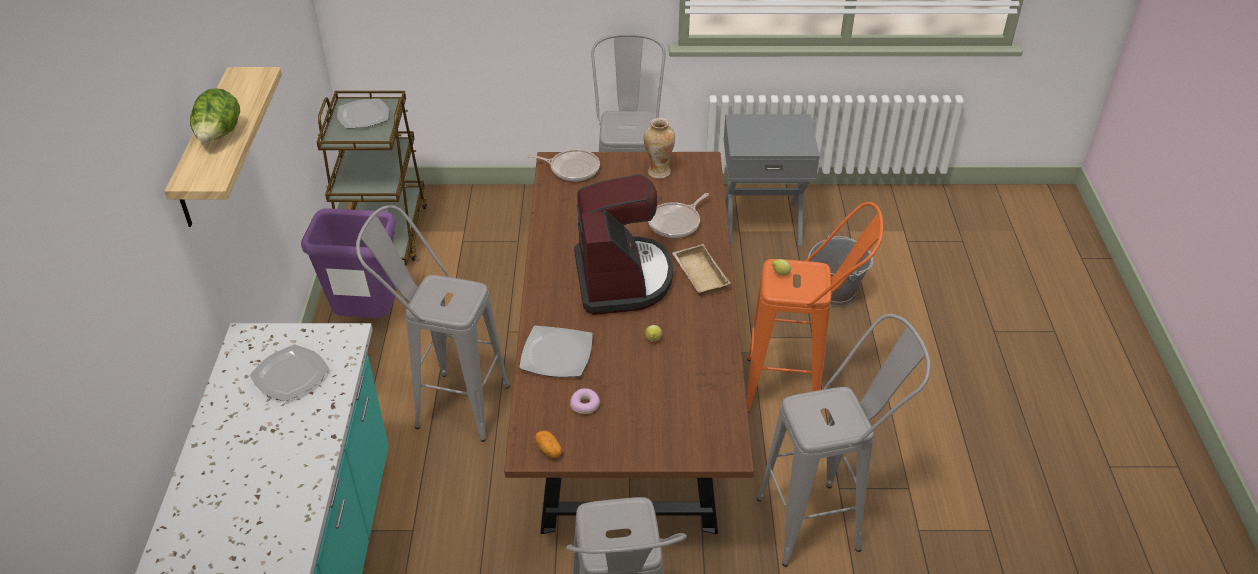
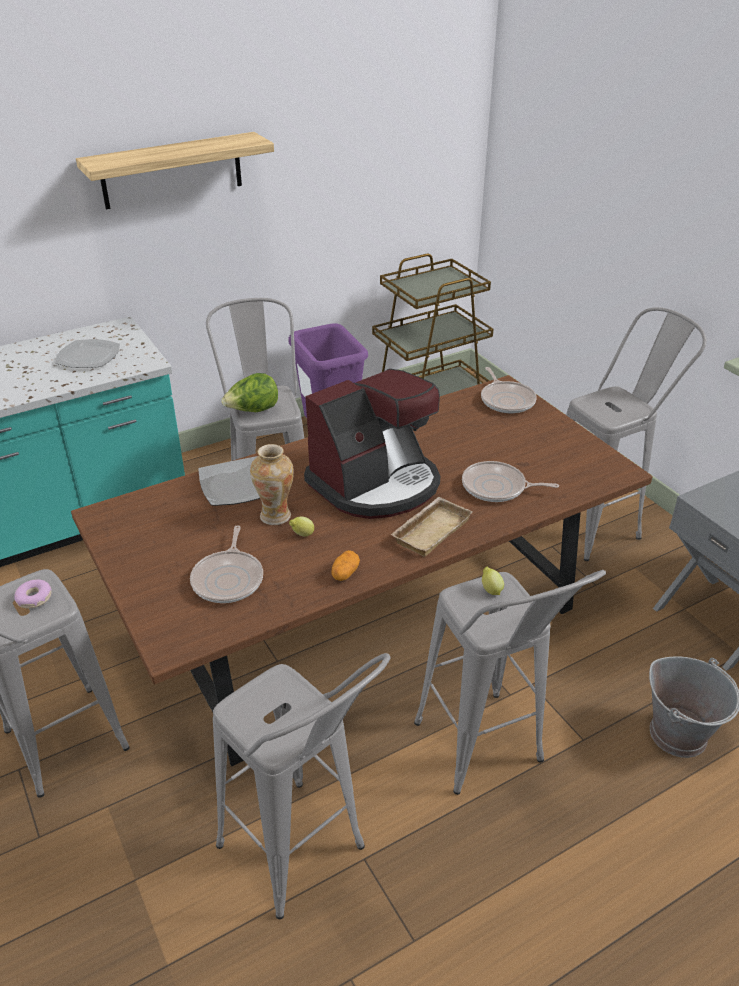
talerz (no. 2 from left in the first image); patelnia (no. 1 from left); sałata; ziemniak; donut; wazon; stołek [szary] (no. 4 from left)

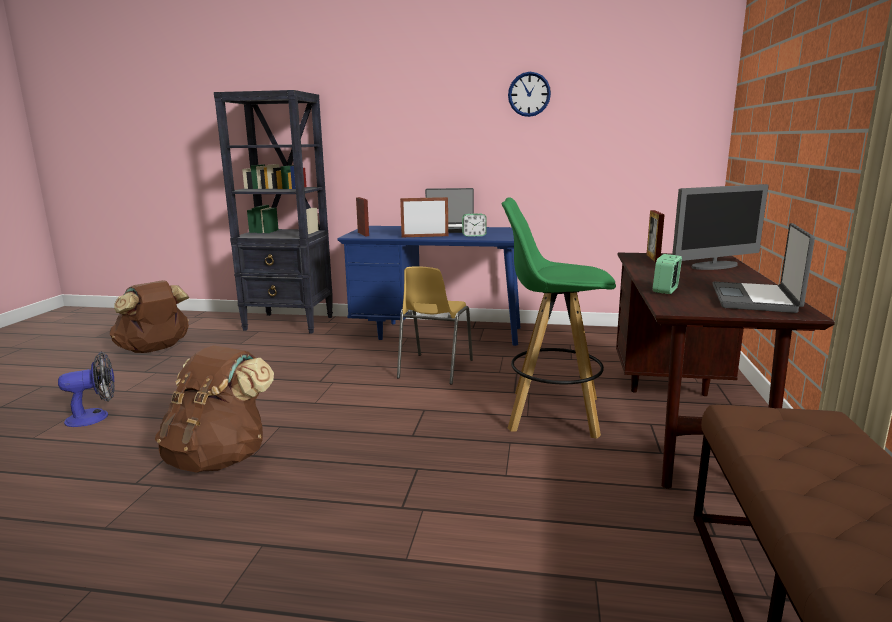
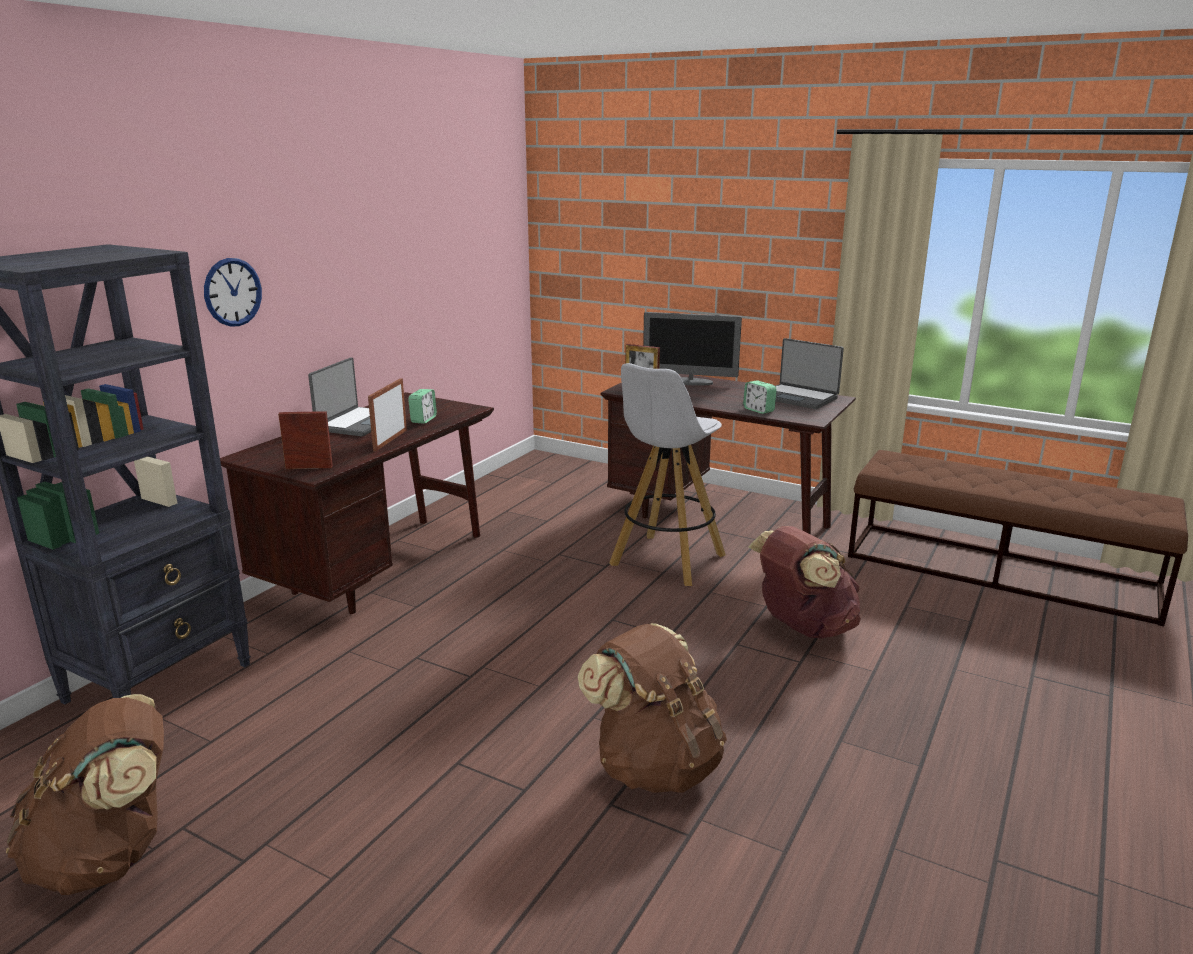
wentylator; krzesło [żółty]; plecak [brązowy] (no. 3 from left); zegar ścienny; biurko [brązowy] (no. 1 from left); stołek [biały]; monitor

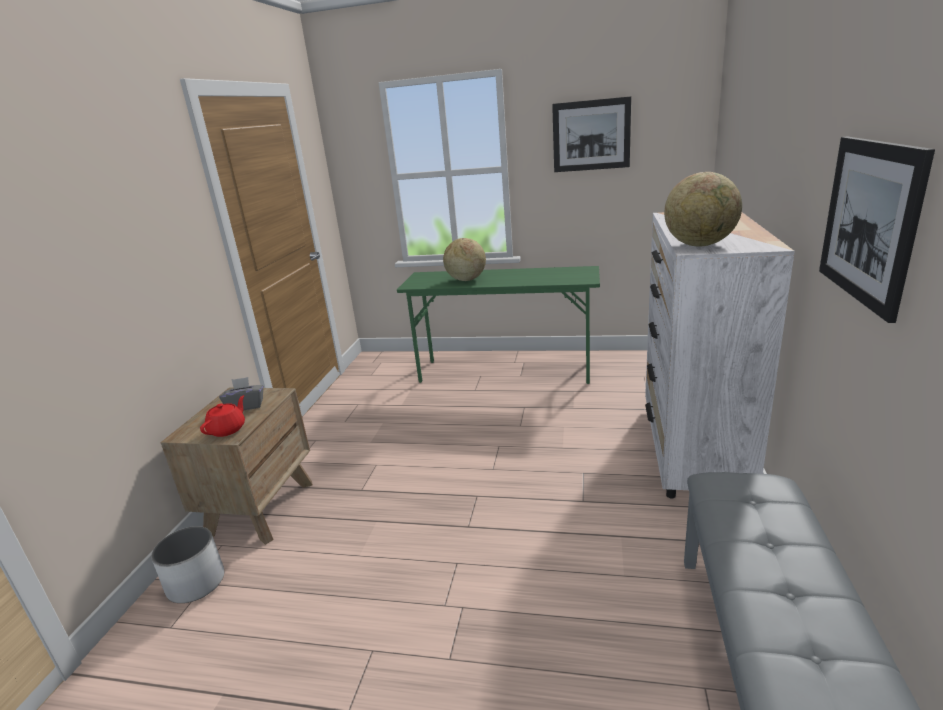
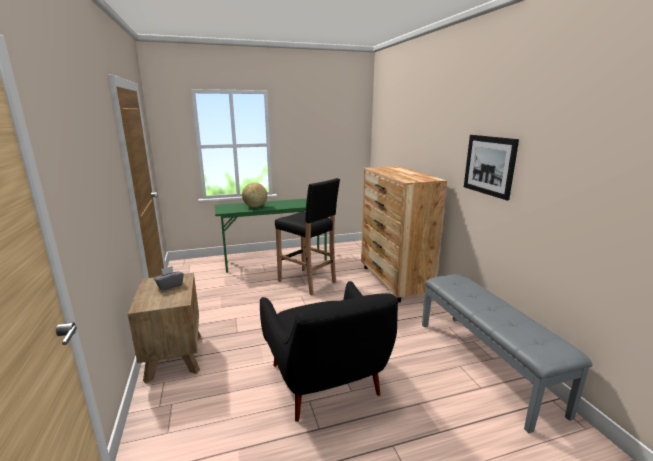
donica [biały]; imbryk [czerwony]; obraz (no. 1 from left in the first image); globus (no. 2 from left in the first image); fotel [czarny]; stołek [czarny]; komoda [brązowy]

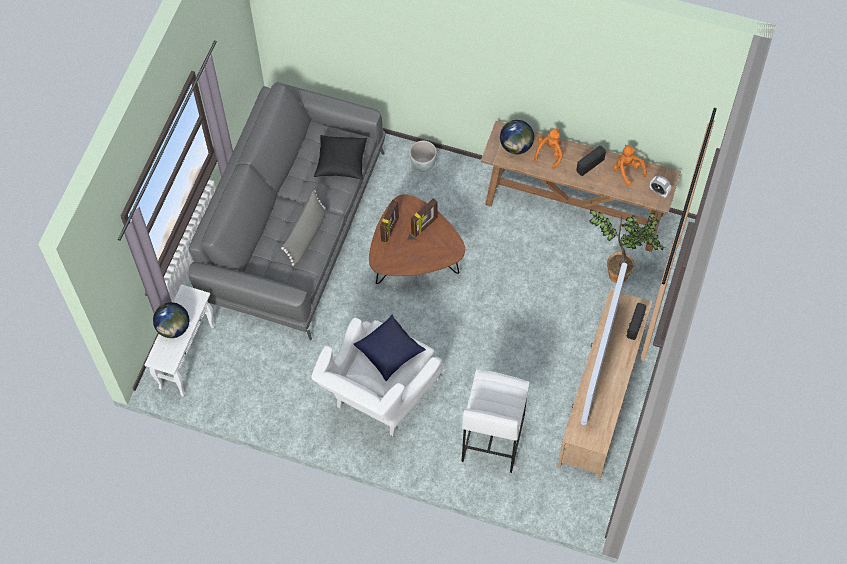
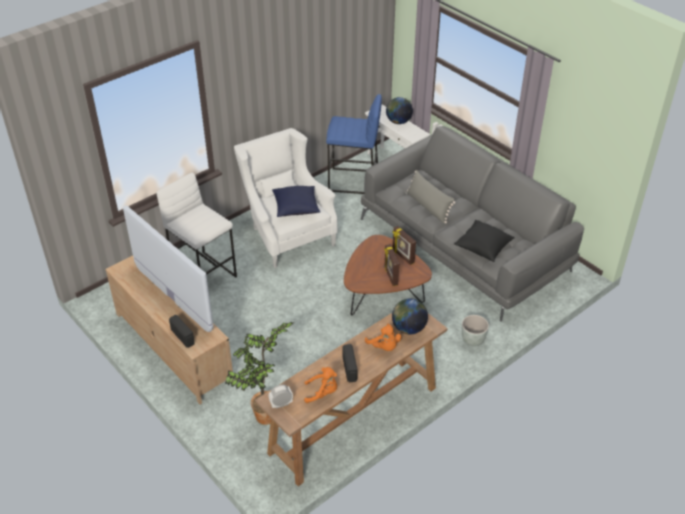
stołek [niebieski]

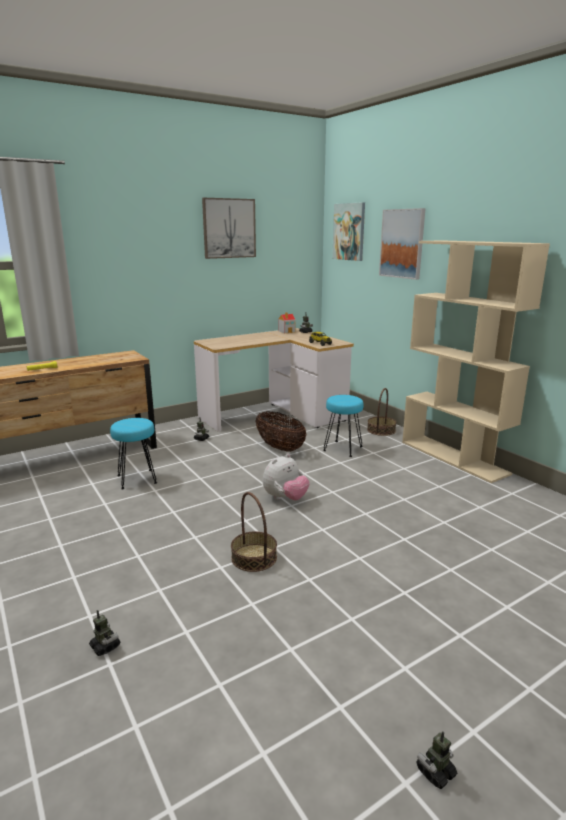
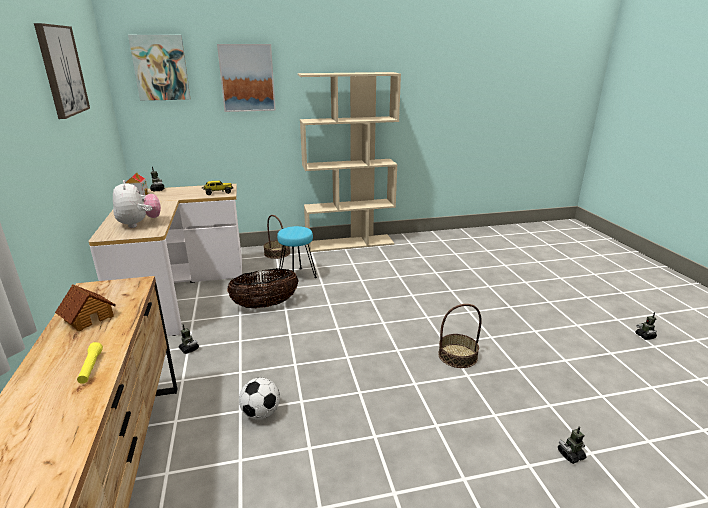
domek (no. 1 from left); pluszak; piłka futbolowa

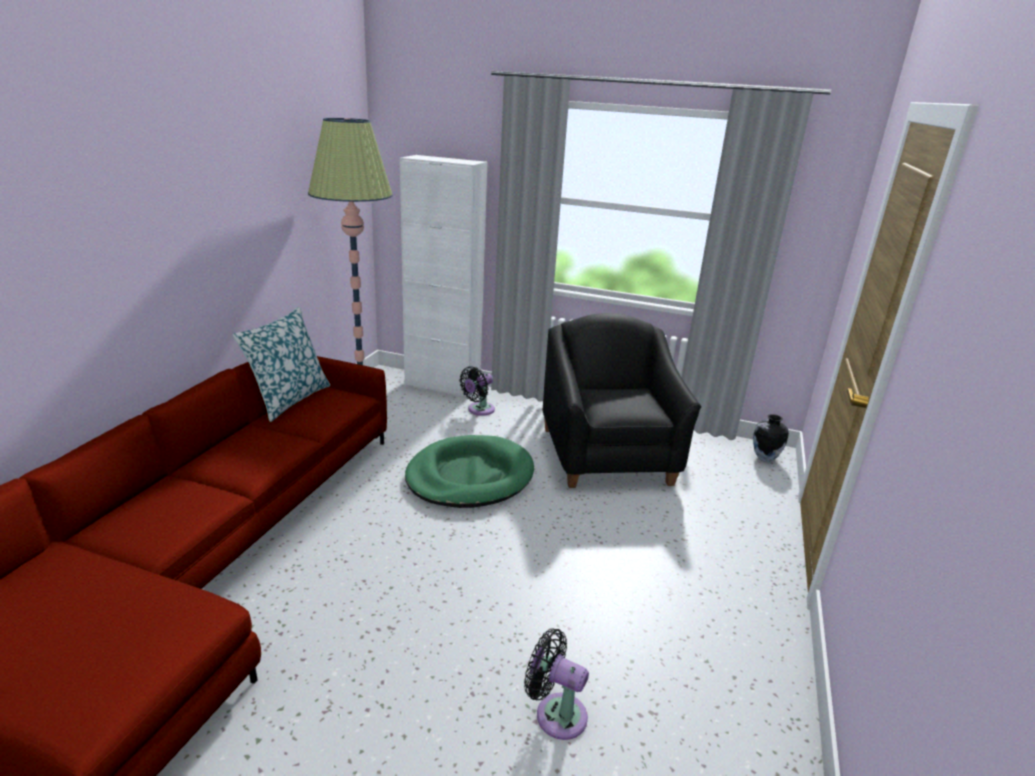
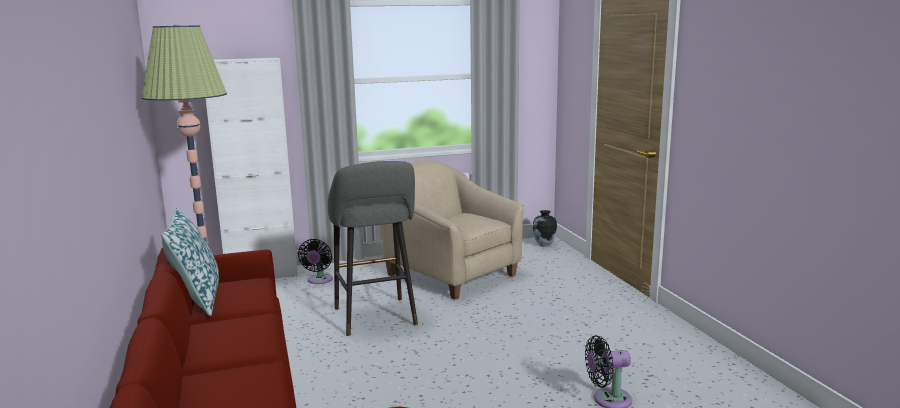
stołek [szary]; fotel [beżowy]

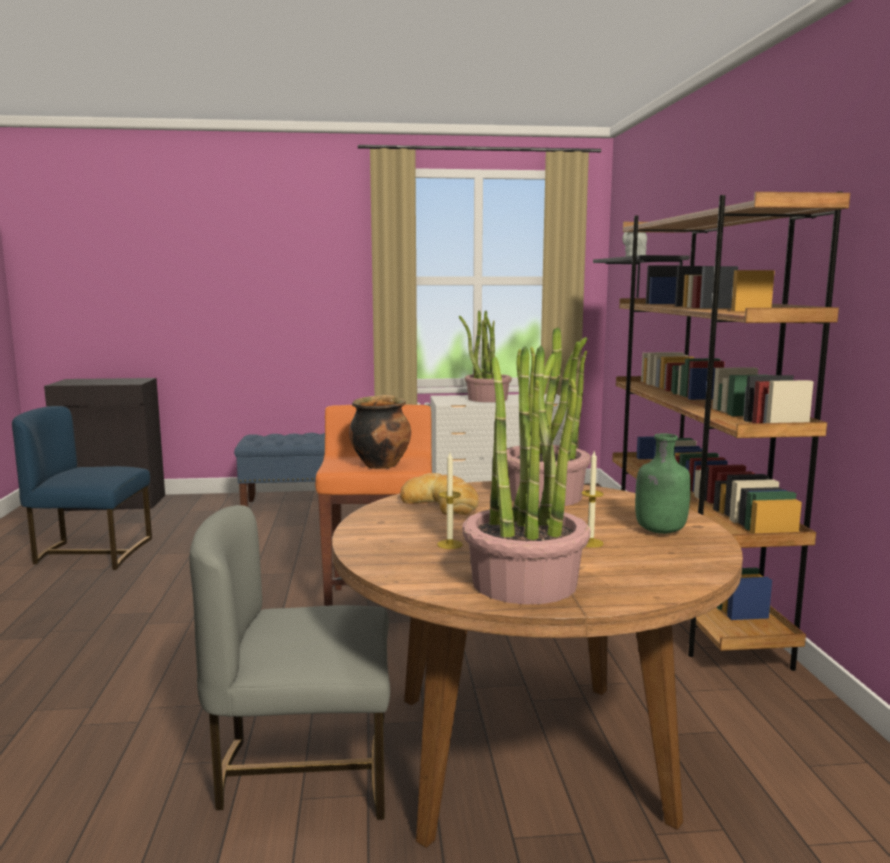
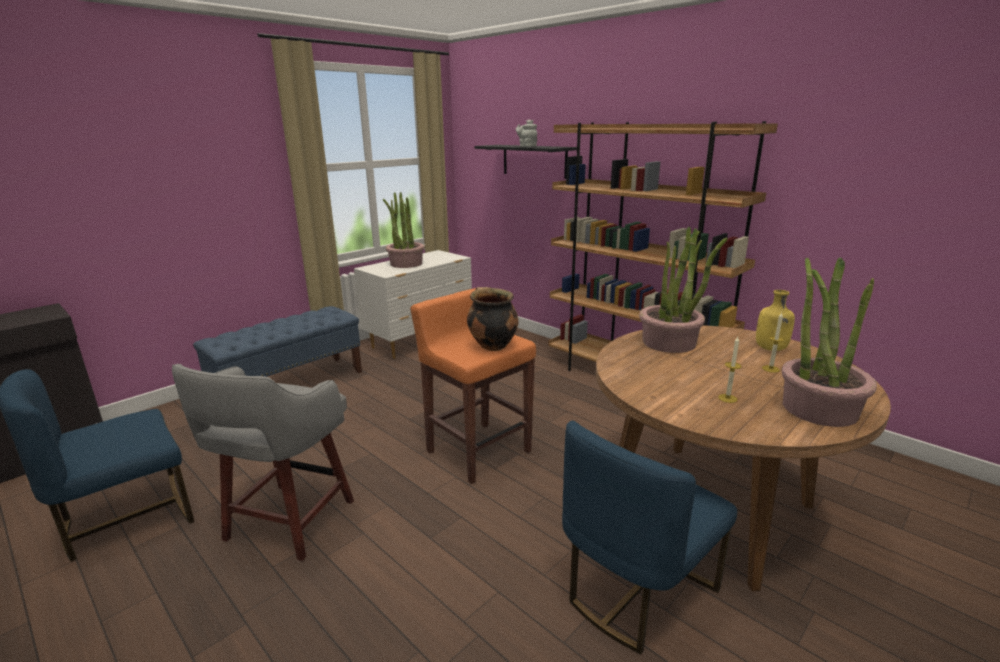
chleb; stołek [szary]; krzesło [niebieski] (no. 2 from left); butelka [żółty]

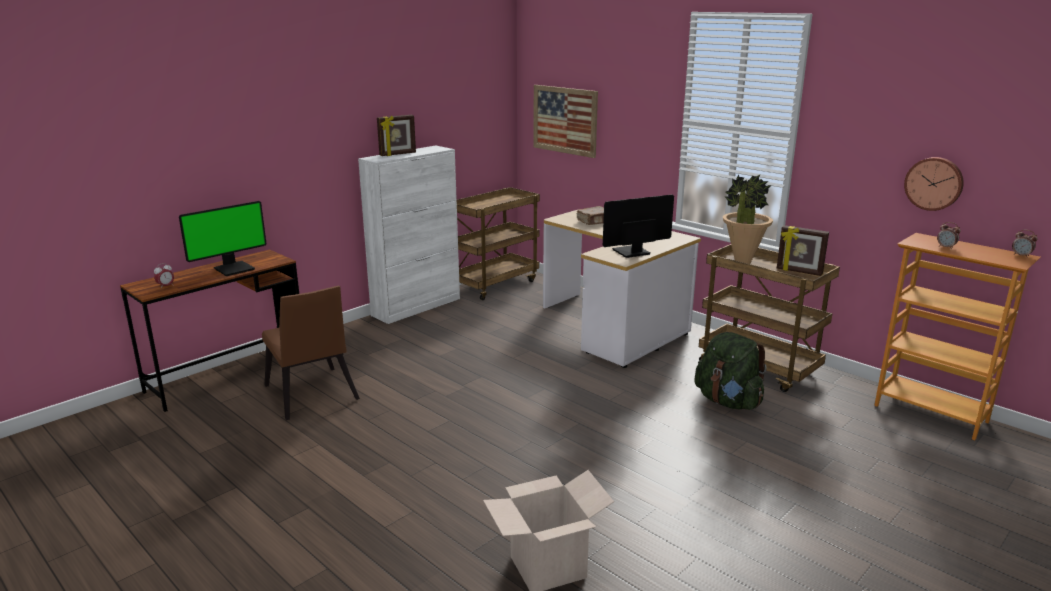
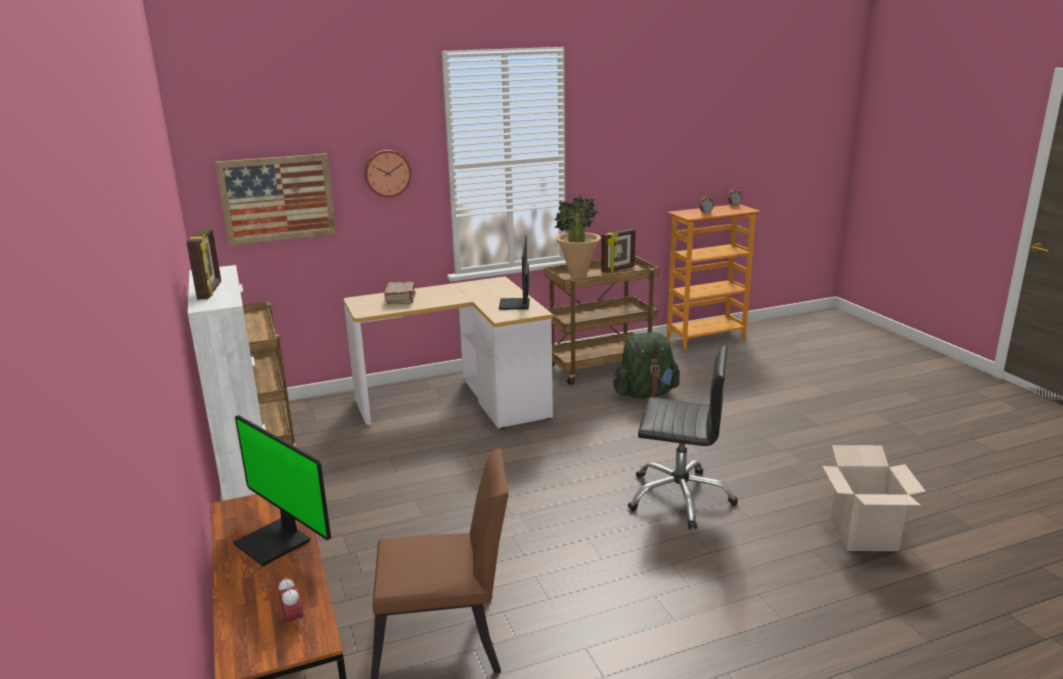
krzesło biurowe [czarny]; zegar ścienny; monitor (no. 1 from left)

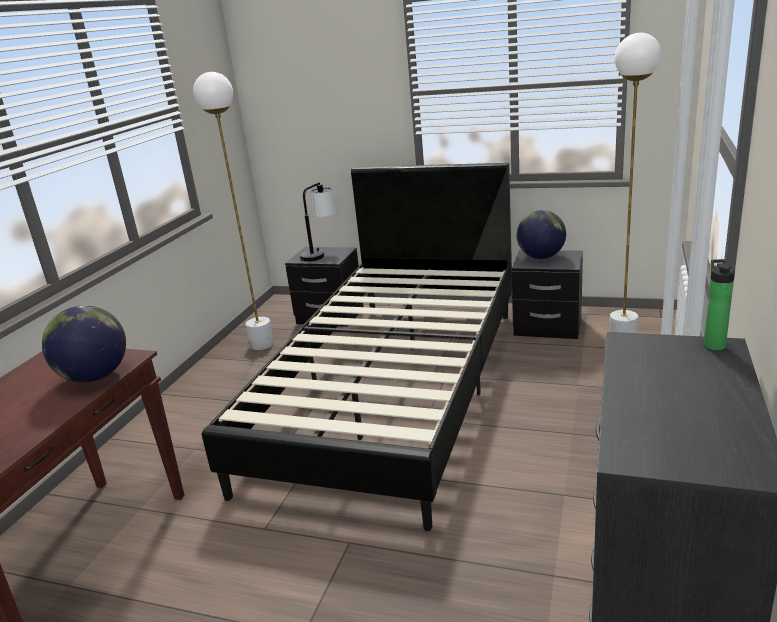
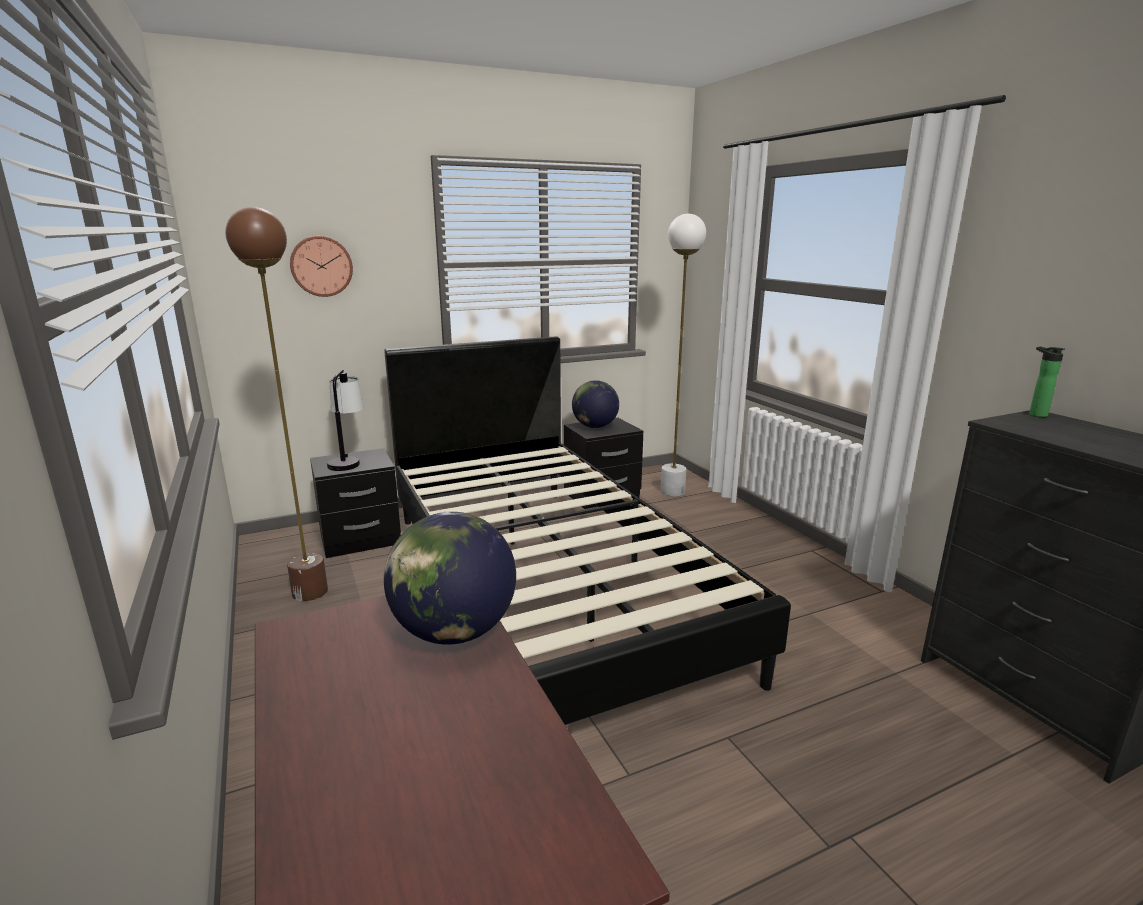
zegar ścienny; lampa stojąca [brązowy]

